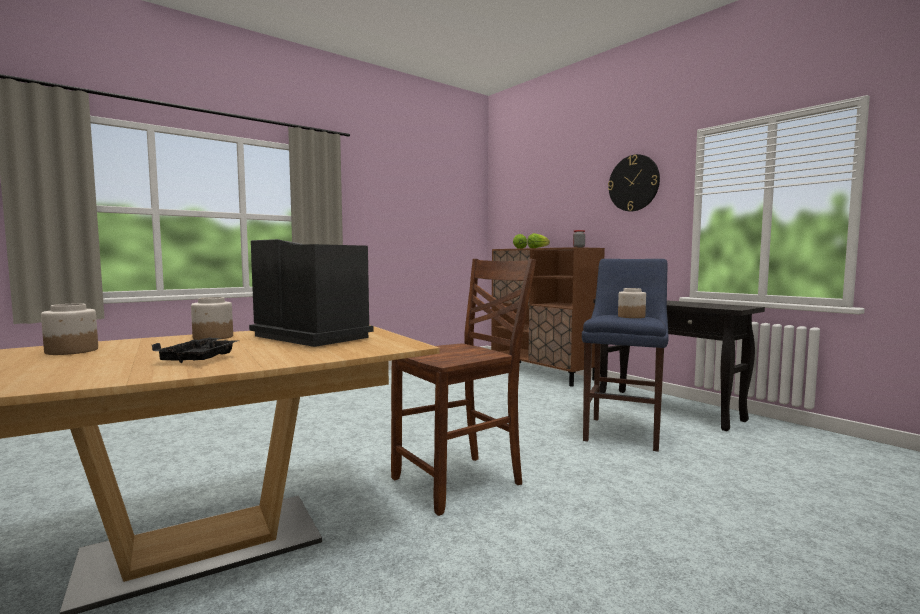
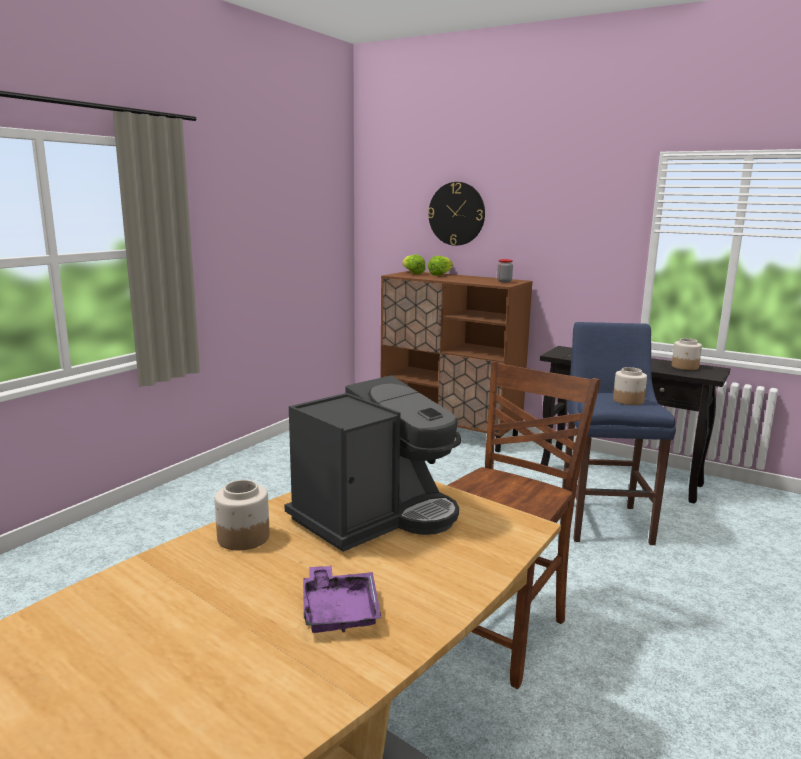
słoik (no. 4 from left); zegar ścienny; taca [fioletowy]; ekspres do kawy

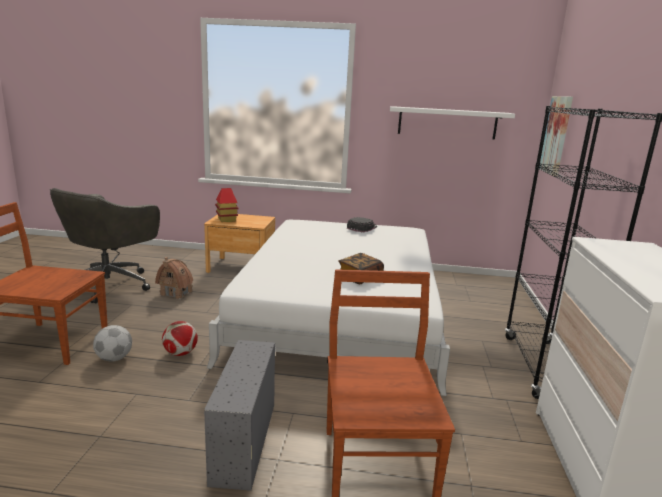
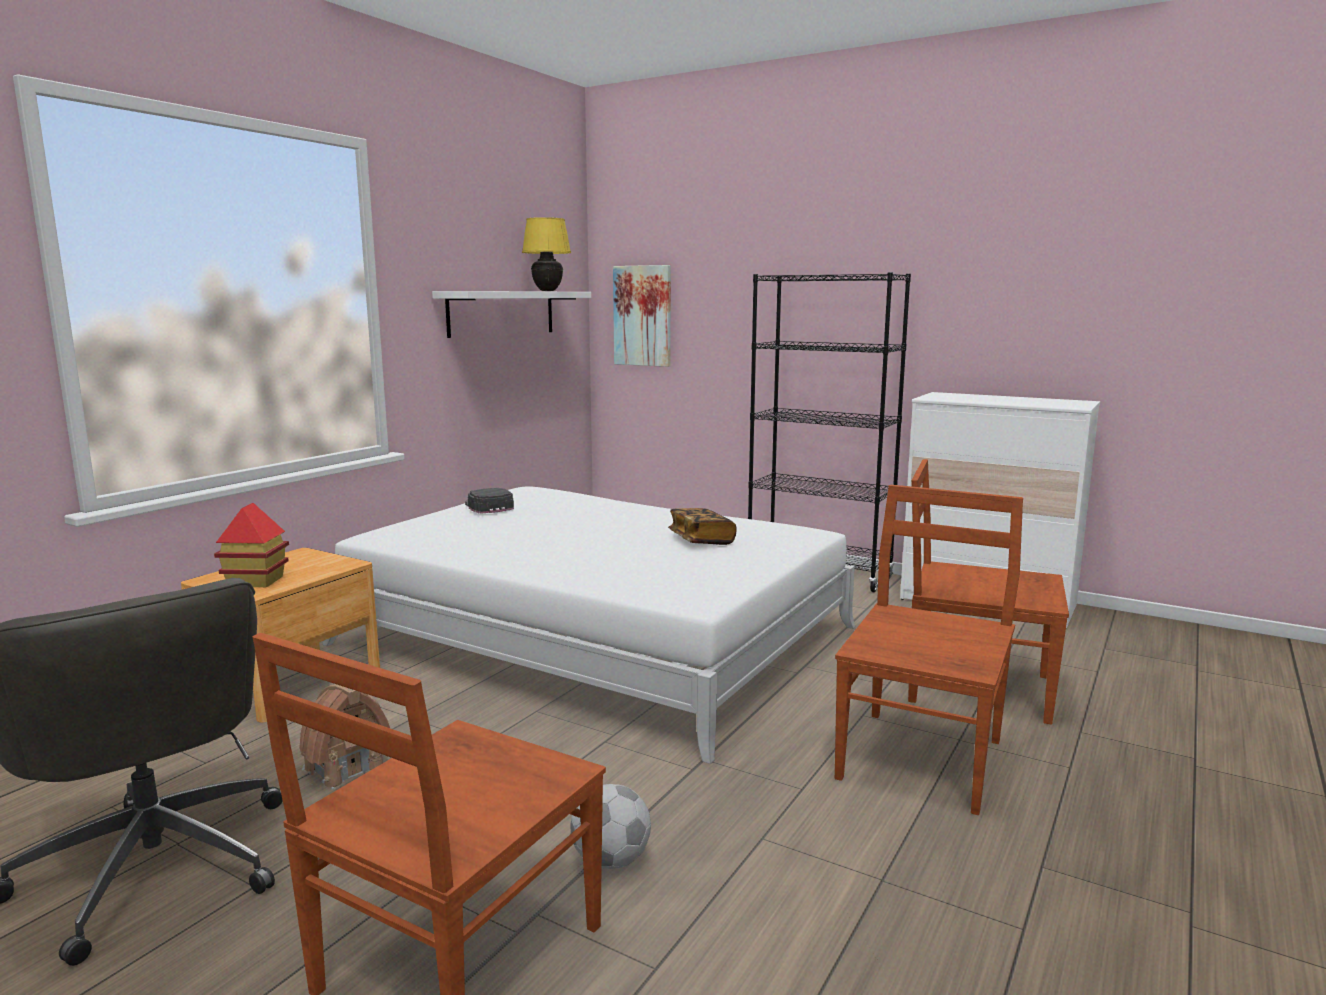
piłka futbolowa (no. 2 from left in the first image); lampa stołowa [żółty]; krzesło [brązowy] (no. 2 from left)

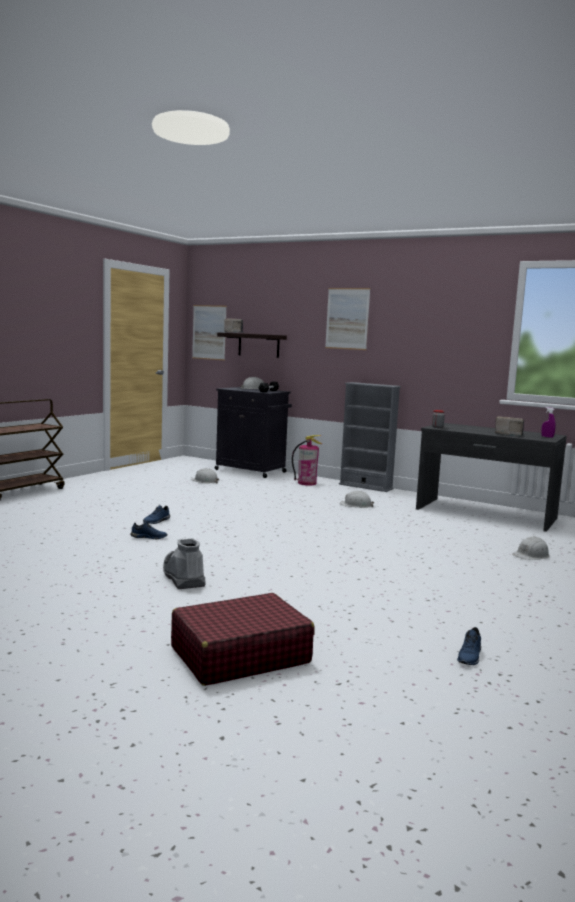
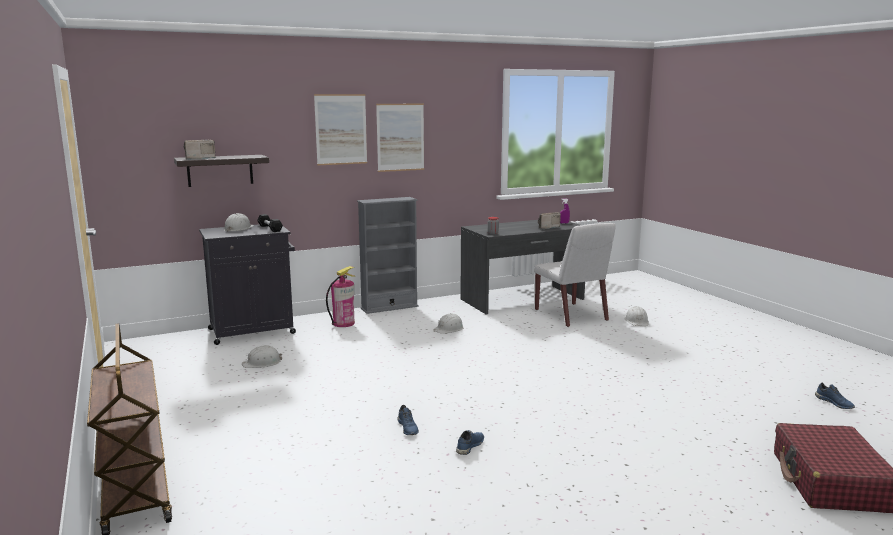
but z cholewką [szary]; krzesło [biały]; obraz (no. 2 from left)

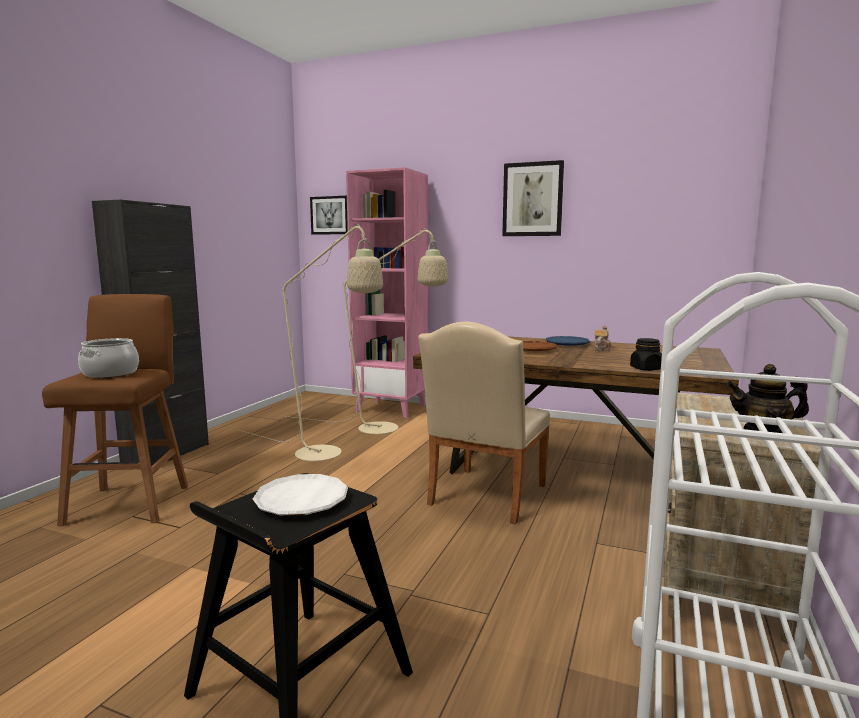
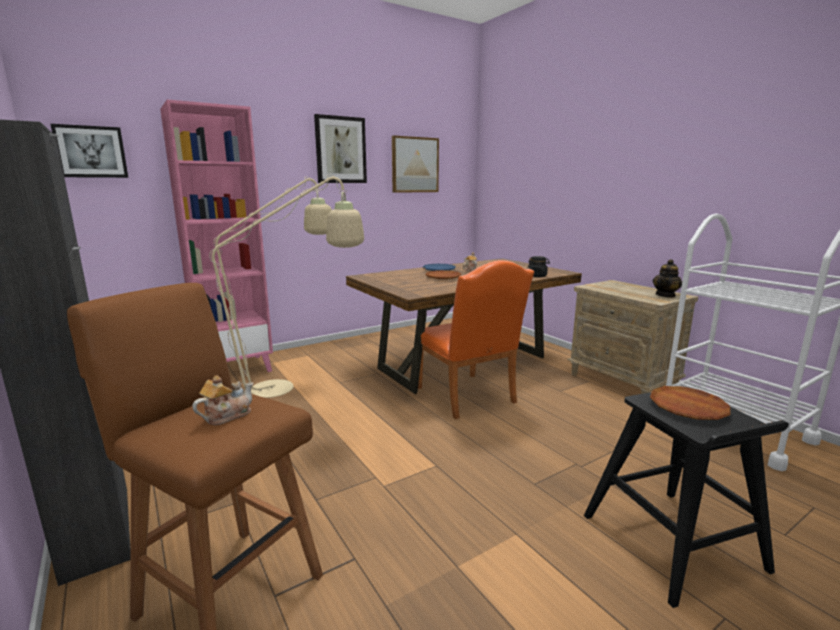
obraz (no. 3 from left); imbryk (no. 1 from left); talerz [brązowy] (no. 2 from left); krzesło [pomarańczowy]

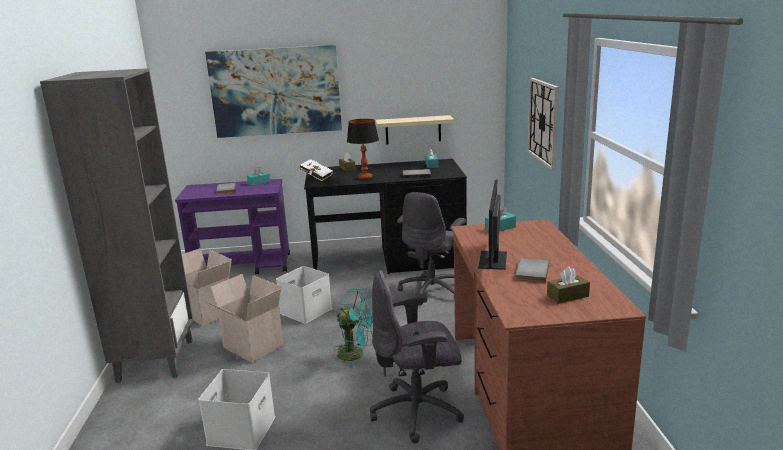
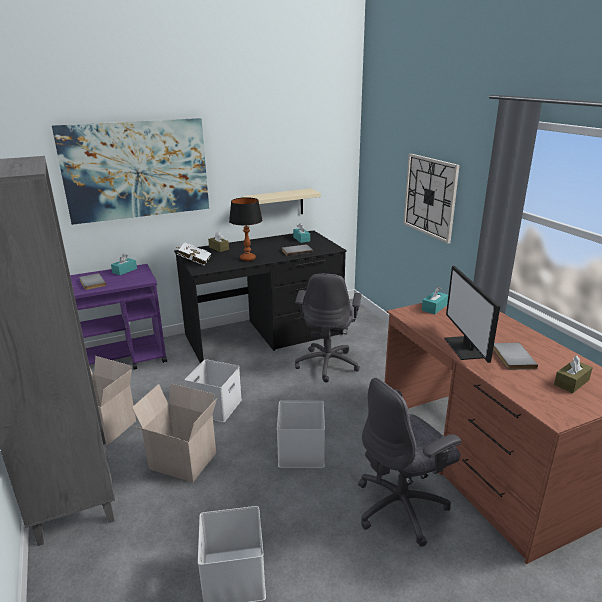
pojemnik do przechowywania [biały] (no. 3 from left)

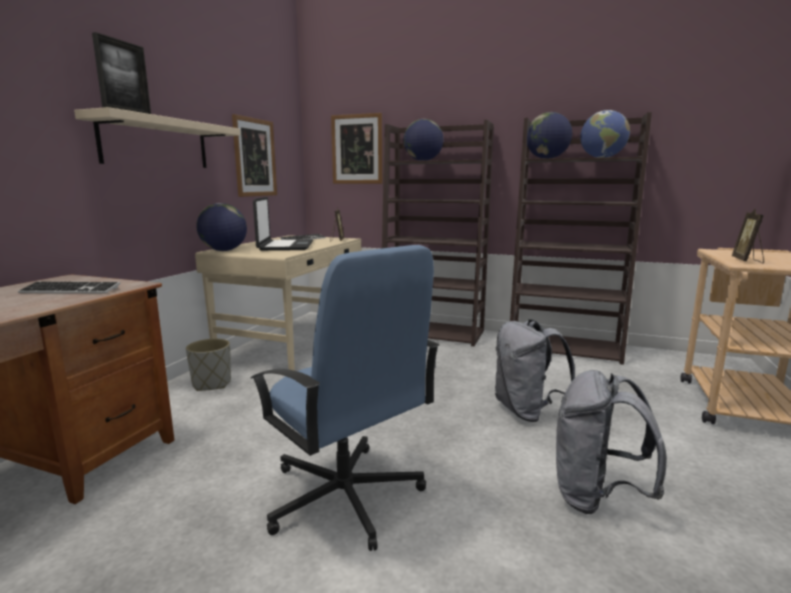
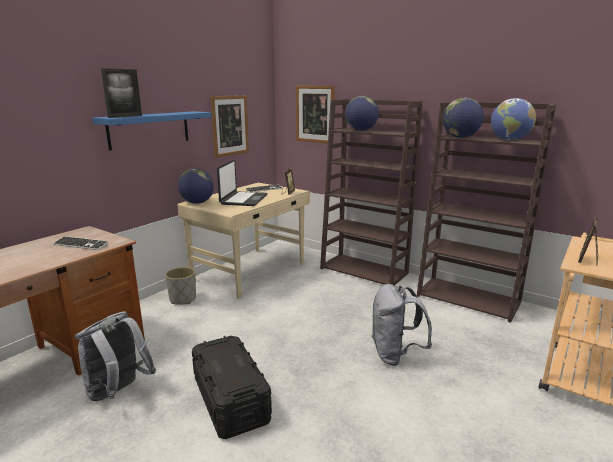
plecak [szary] (no. 1 from left); pojemnik do przechowywania [czarny]; półka [niebieski]

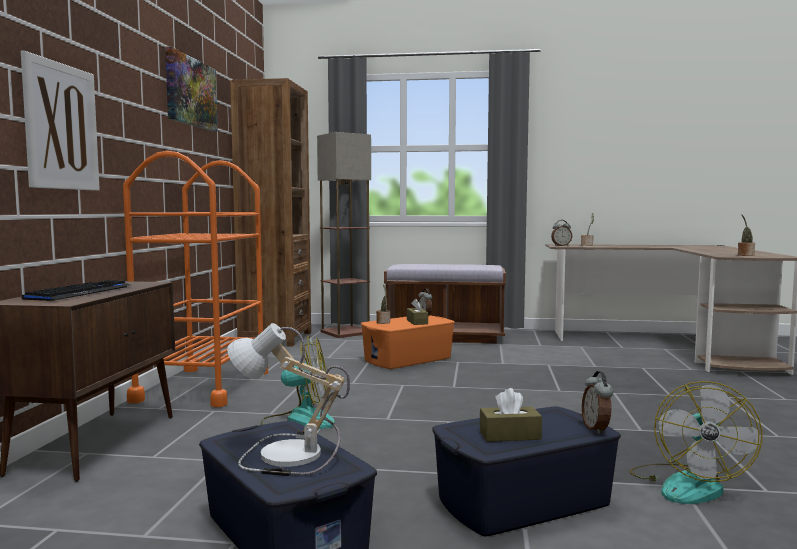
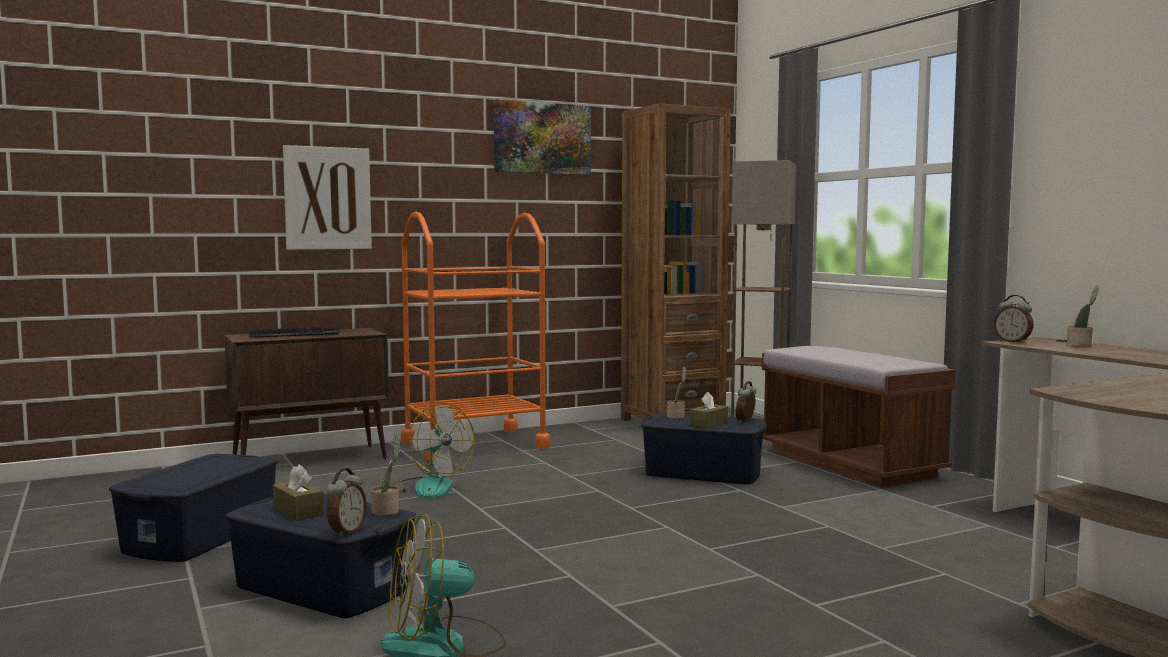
lampa stołowa; roślina doniczkowa (no. 1 from left); pojemnik do przechowywania [niebieski] (no. 3 from left); budzik (no. 1 from left)

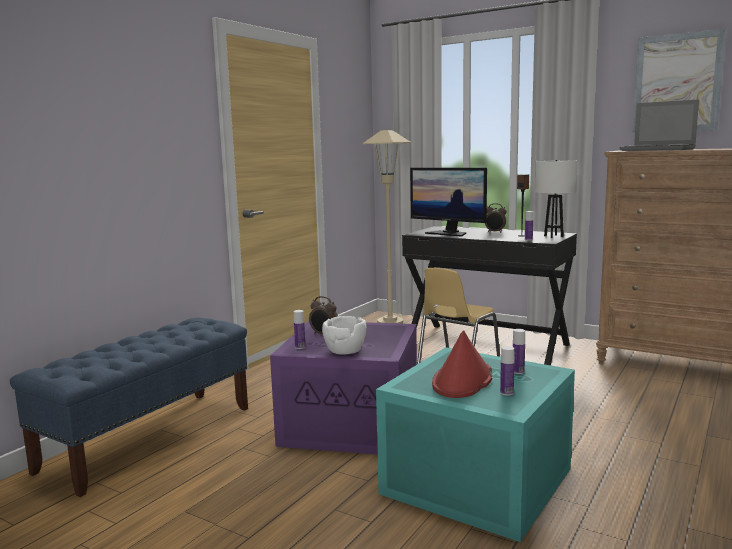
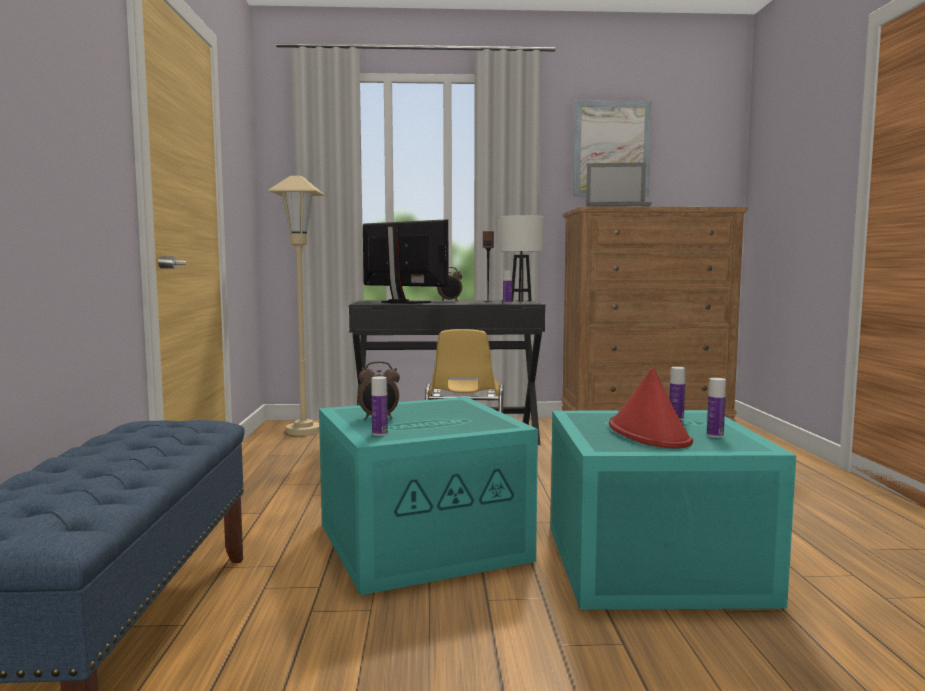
miska [biały]; pojemnik do przechowywania [turkusowy] (no. 1 from left); monitor

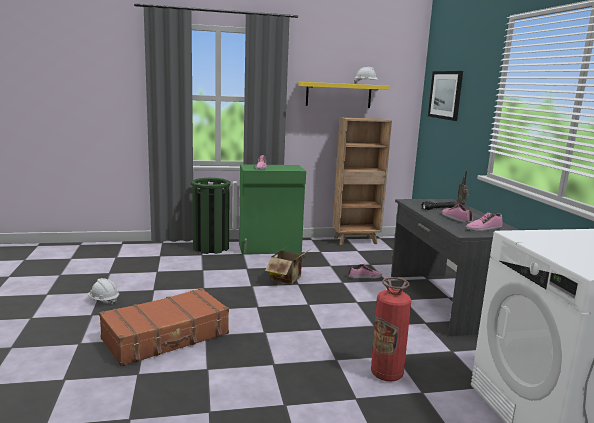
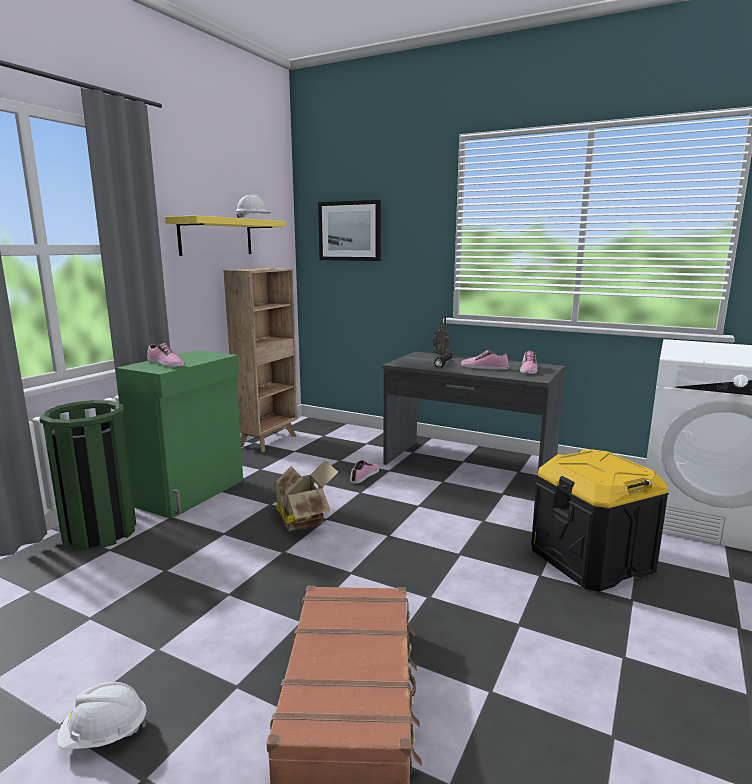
pojemnik do przechowywania [czarny]

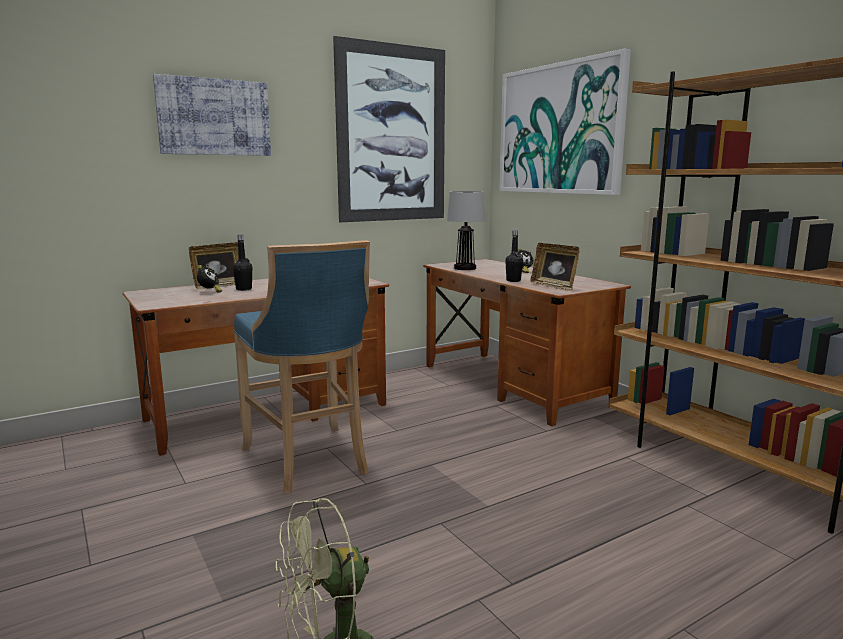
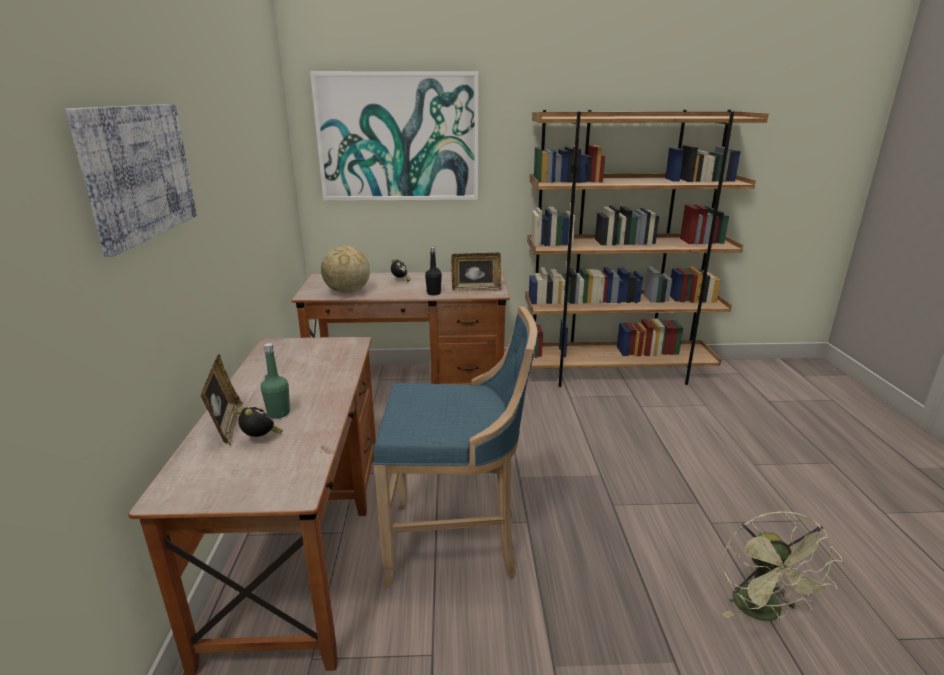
obraz (no. 2 from left in the first image); globus; butelka [zielony]

